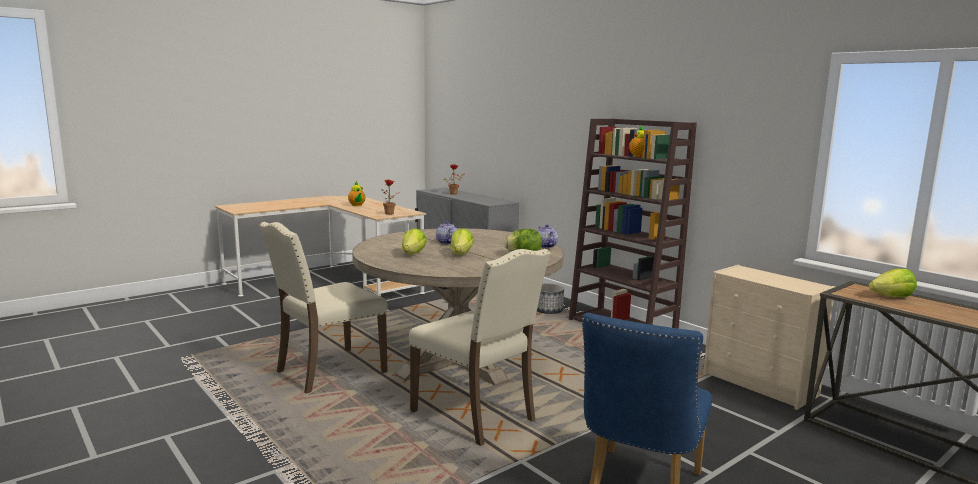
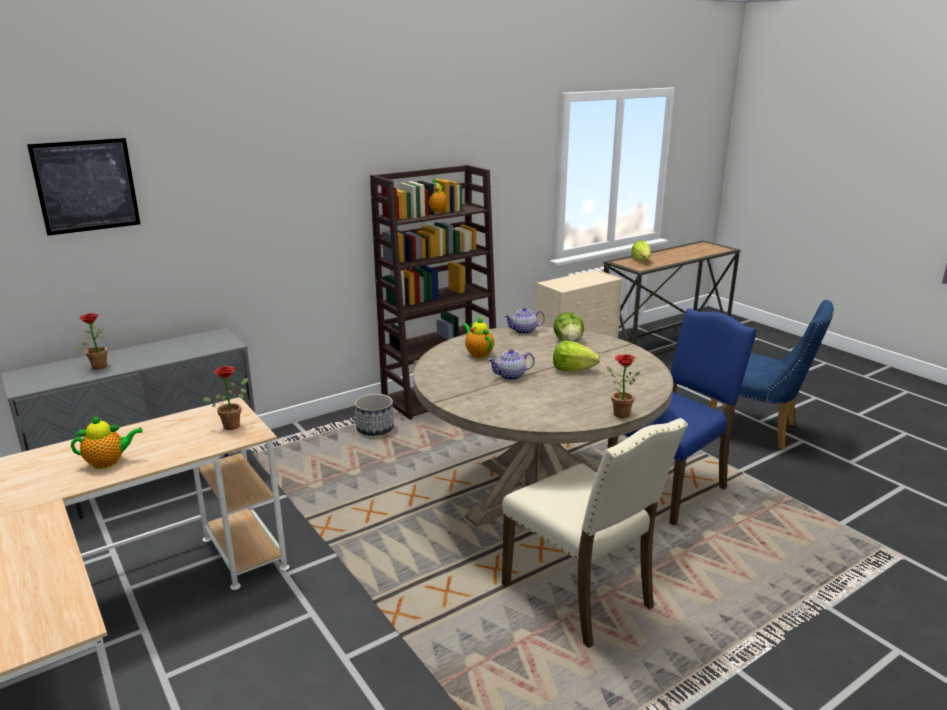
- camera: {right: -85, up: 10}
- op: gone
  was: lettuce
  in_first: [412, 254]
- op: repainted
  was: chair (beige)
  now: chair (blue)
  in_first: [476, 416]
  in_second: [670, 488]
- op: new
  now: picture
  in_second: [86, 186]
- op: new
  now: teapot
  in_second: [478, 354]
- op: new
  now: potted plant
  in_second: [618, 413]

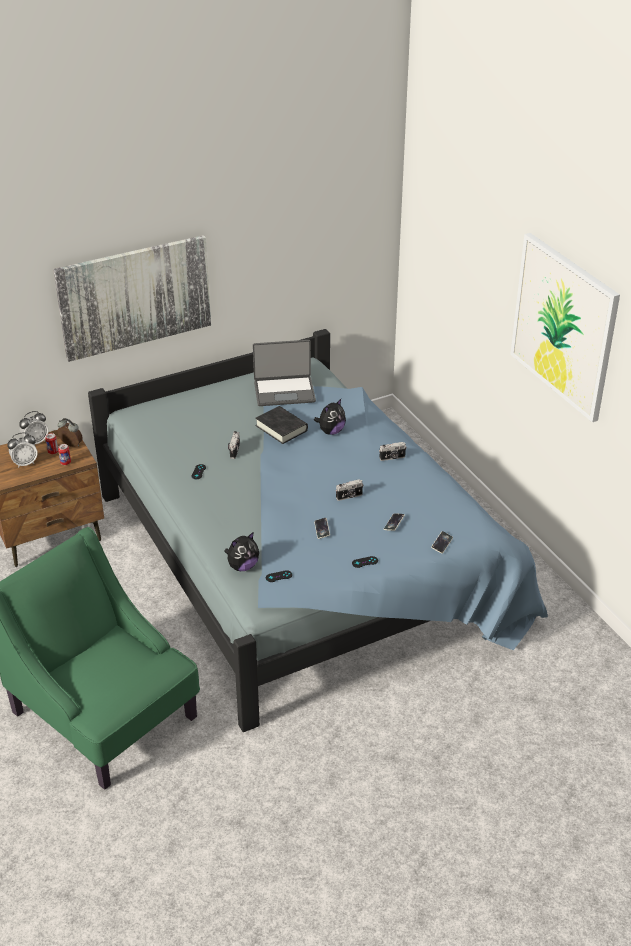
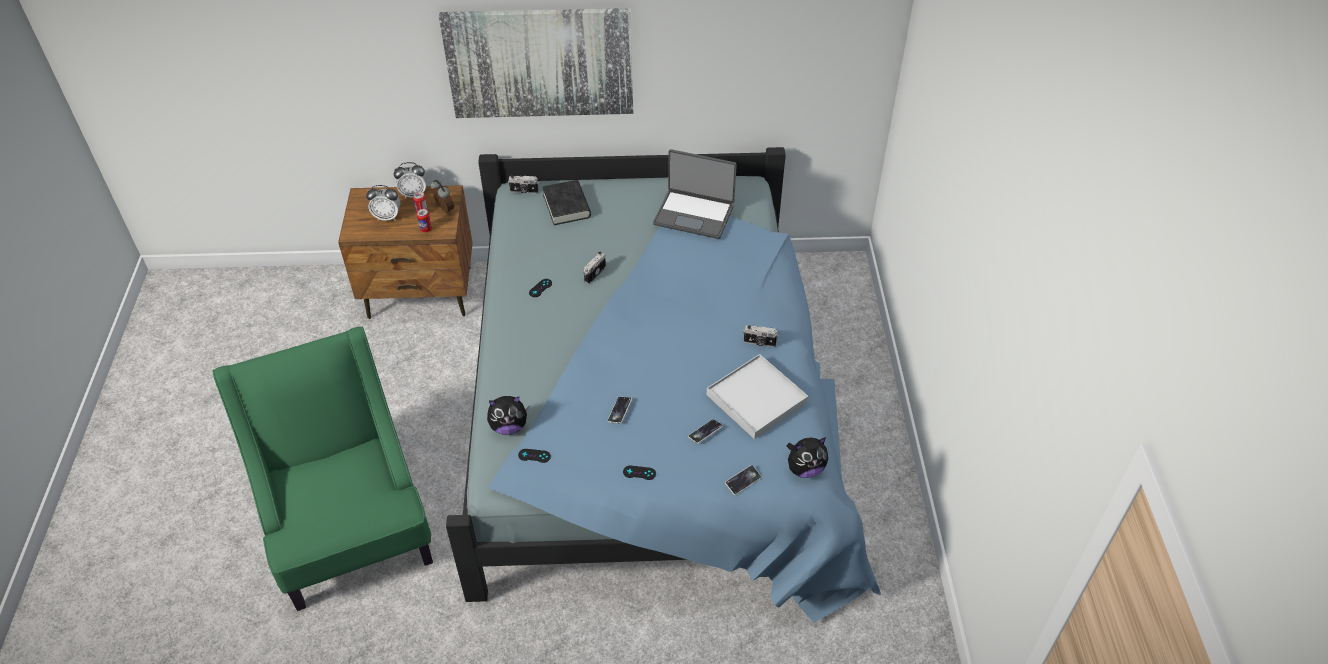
- camera: {right: 25, up: 10}
- op: shifted
  was: book (black)
  in_first: [281, 428]
  in_second: [566, 206]
- op: shifted
  was: plush toy
  in_first: [331, 431]
  in_second: [805, 469]
- op: shifted
  was: photo camera
  in_first: [349, 496]
  in_second: [524, 191]
- op: gone
  was: picture
  in_first: [563, 326]
- op: new
  now: tray (white)
  in_second: [756, 398]

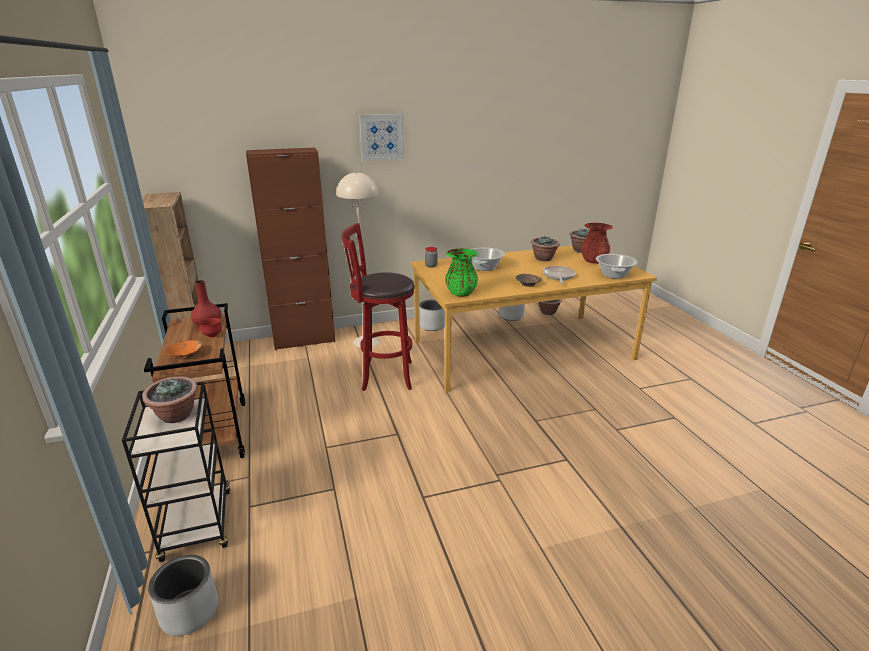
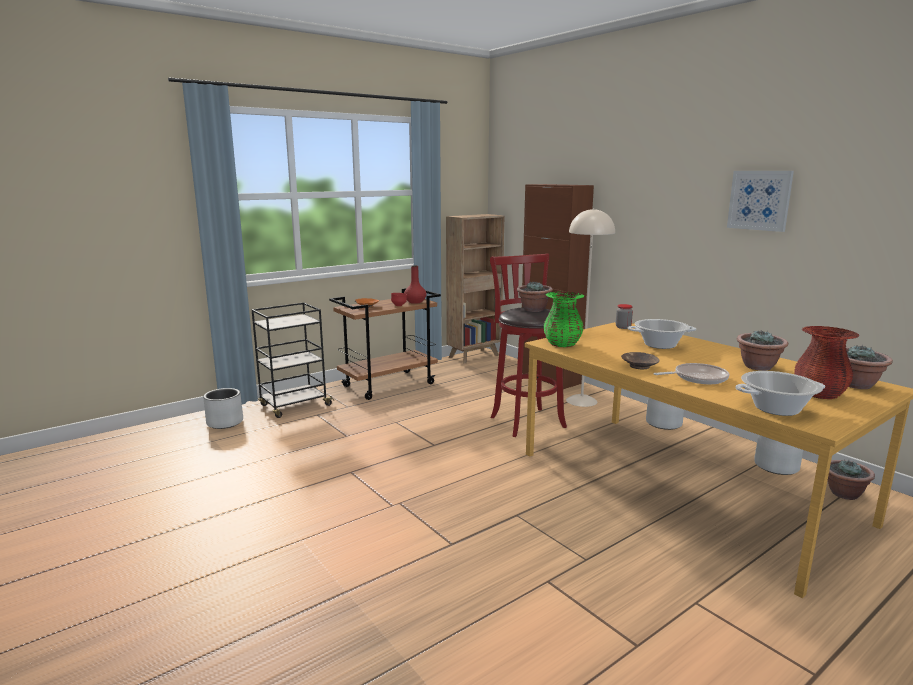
- camera: {right: 70, up: -10}
- op: shifted
  was: potted plant
  in_first: [176, 416]
  in_second: [534, 310]
- op: shifted
  was: picture
  in_first: [381, 137]
  in_second: [759, 200]

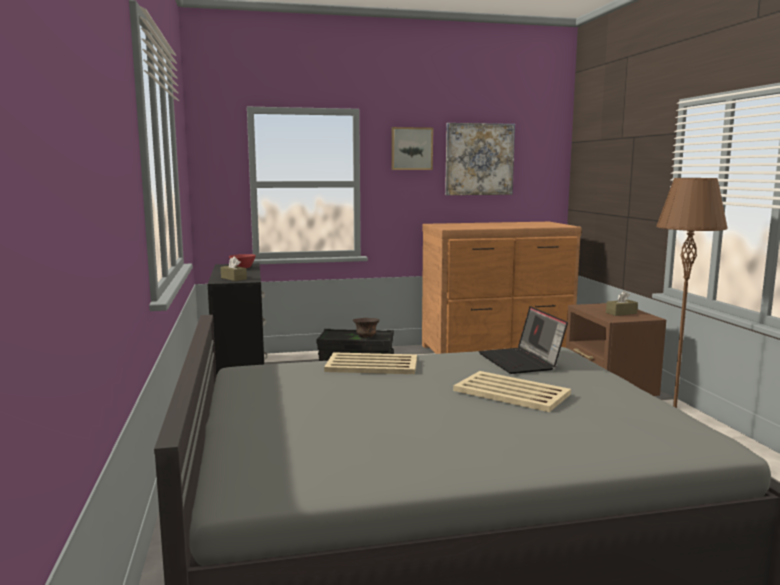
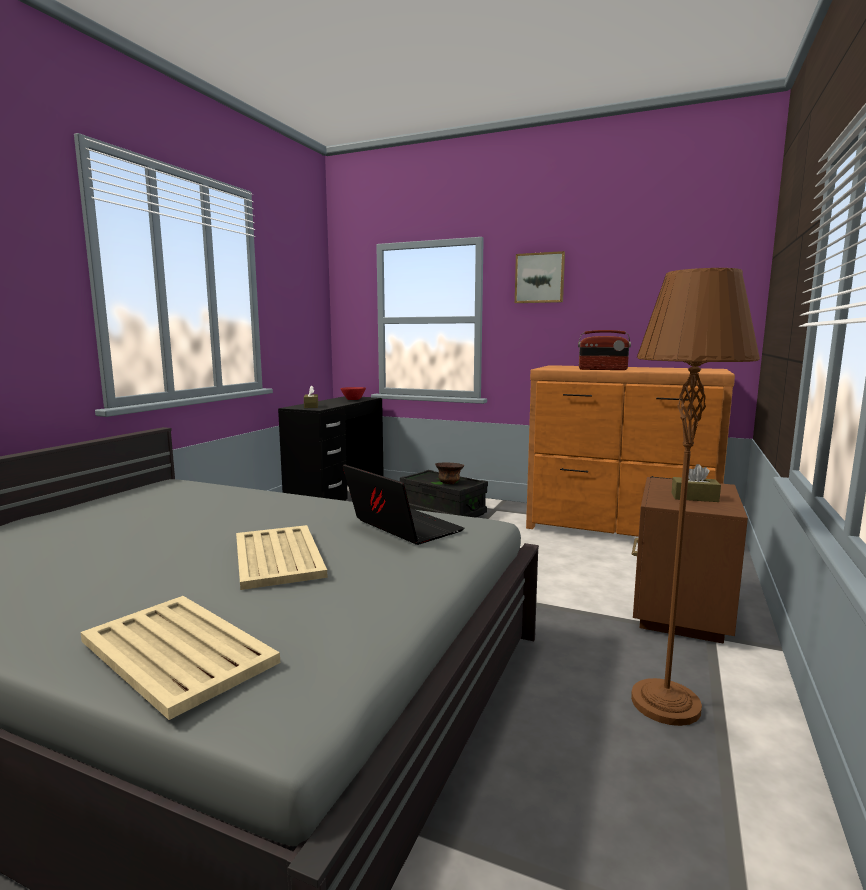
- camera: {right: 35, up: 0}
- op: shifted
  was: tray (beige)
  in_first: [371, 365]
  in_second: [177, 650]
- op: gone
  was: picture
  in_first: [479, 159]
- op: rotated
  was: laptop
  in_first: [521, 361]
  in_second: [401, 528]
  clockwise: 120
- op: new
  now: radio
  in_second: [602, 369]

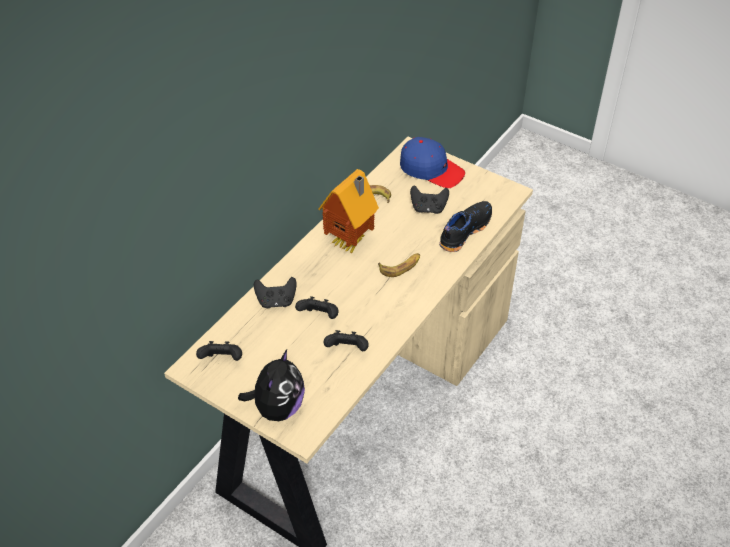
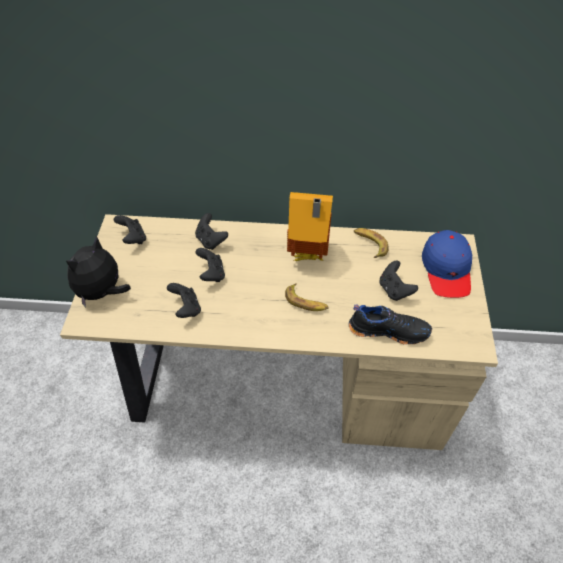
- camera: {right: 60, up: 5}
- op: rotated
  was: plush toy
  in_first: [277, 408]
  in_second: [102, 292]
  clockwise: 135

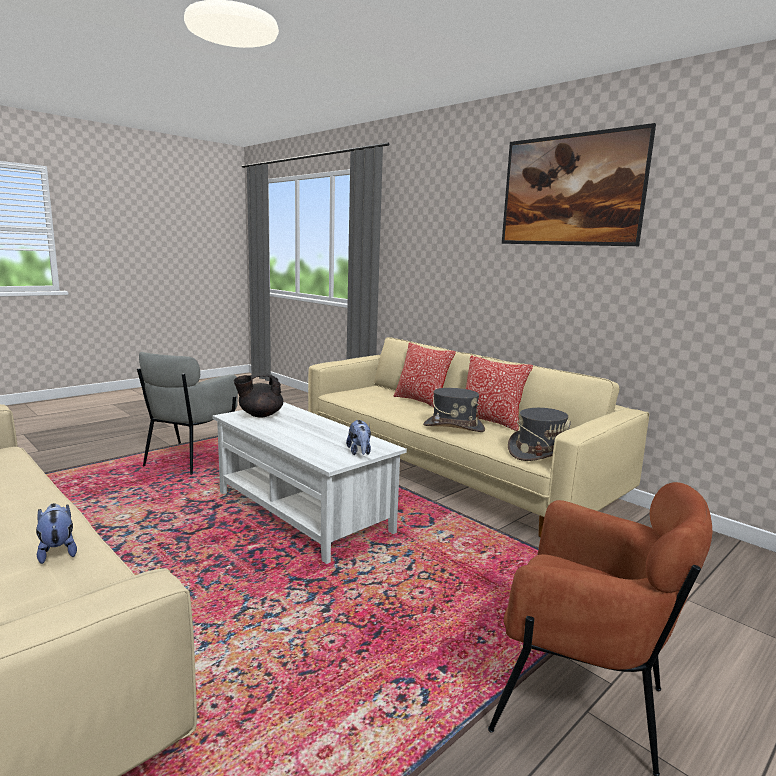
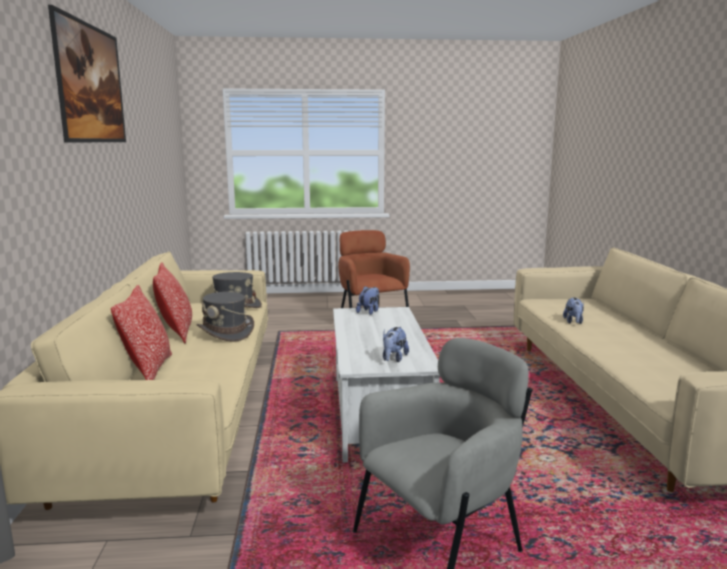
- camera: {right: -140, up: 0}
- op: swapped
  was: teapot (black)
  now: plush toy
  in_first: [260, 415]
  in_second: [393, 359]

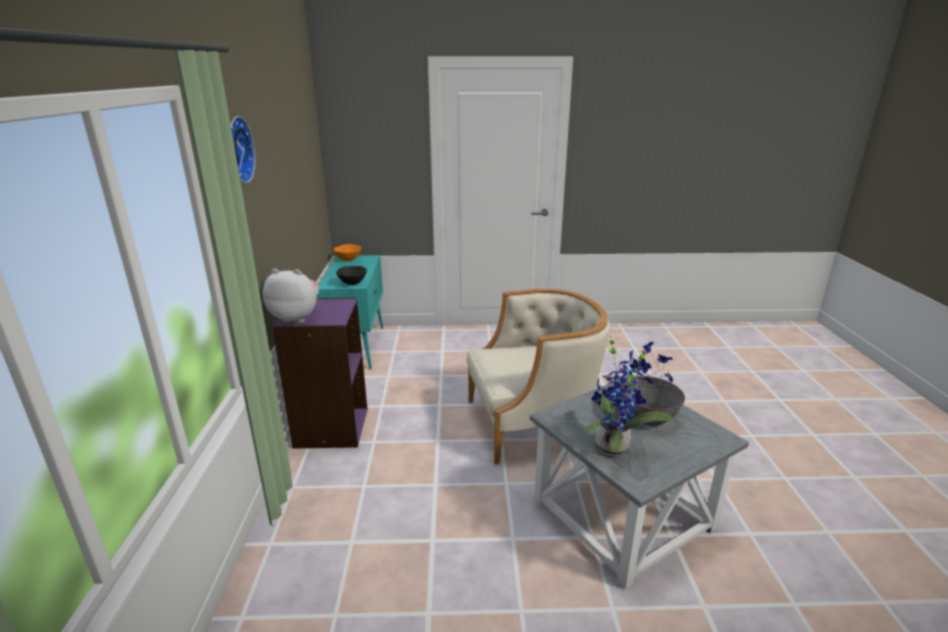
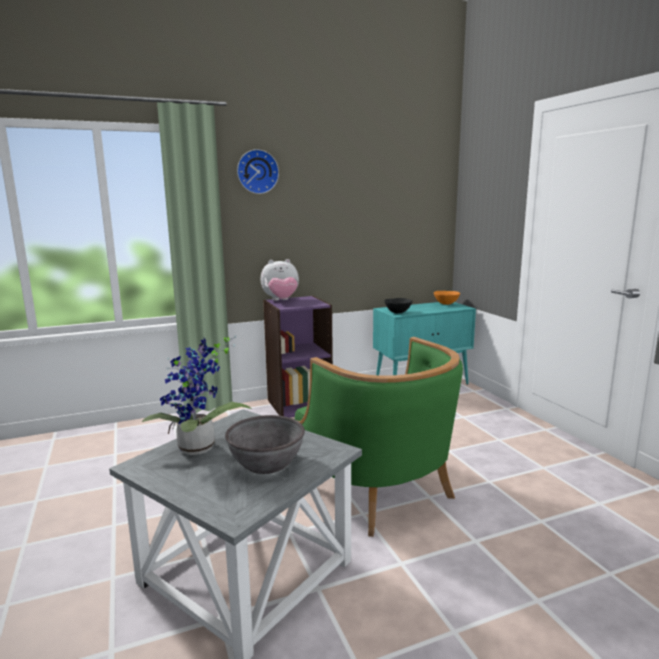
- camera: {right: 70, up: -10}
- op: rotated
  was: plush toy
  in_first: [296, 318]
  in_second: [281, 300]
  clockwise: 90
- op: repainted
  was: armchair (beige)
  now: armchair (green)
  in_first: [532, 422]
  in_second: [377, 488]

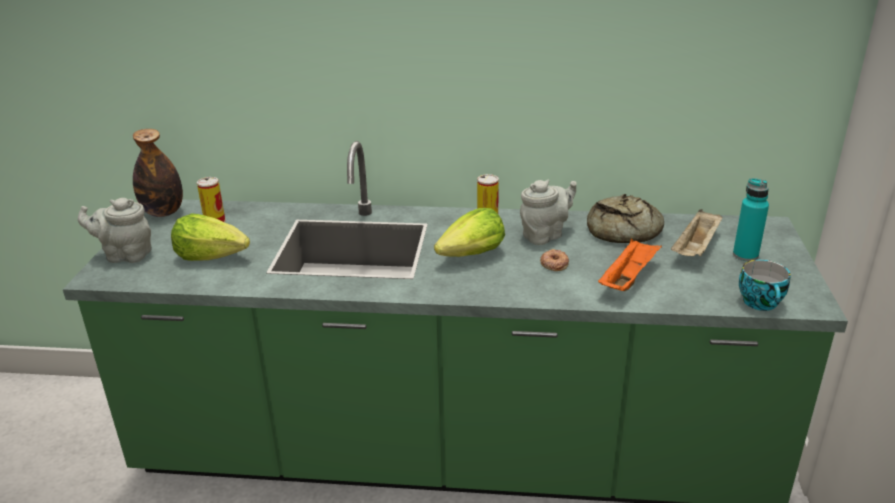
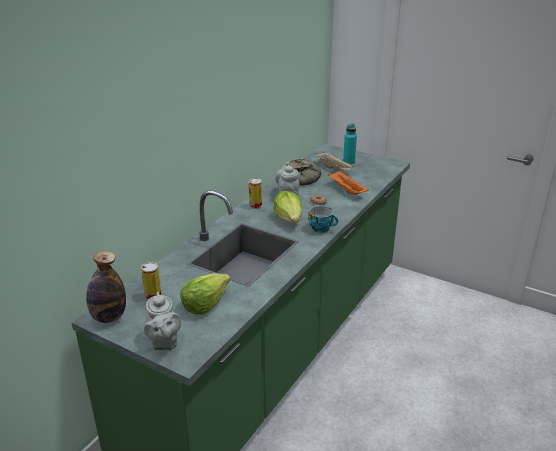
- camera: {right: -65, up: 0}
- op: rotated
  was: teapot (grey)
  in_first: [125, 255]
  in_second: [164, 342]
  clockwise: -45
- op: shifted
  was: cup
  in_first: [762, 303]
  in_second: [322, 228]

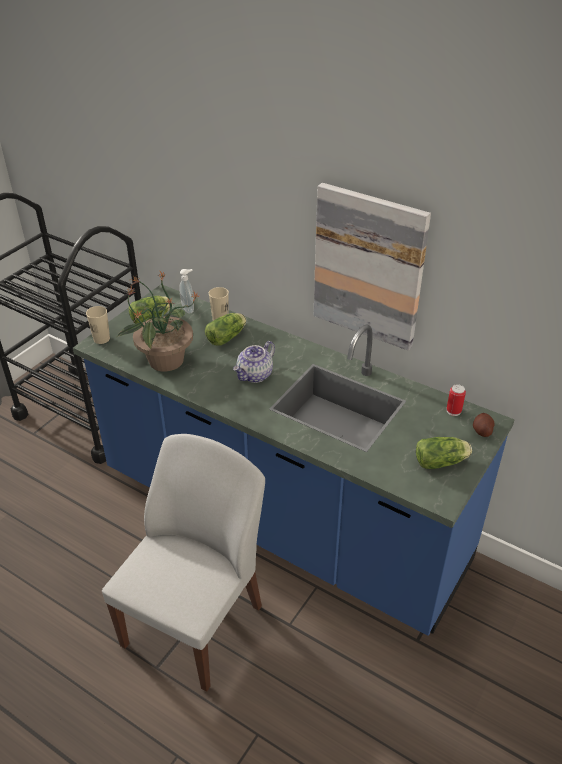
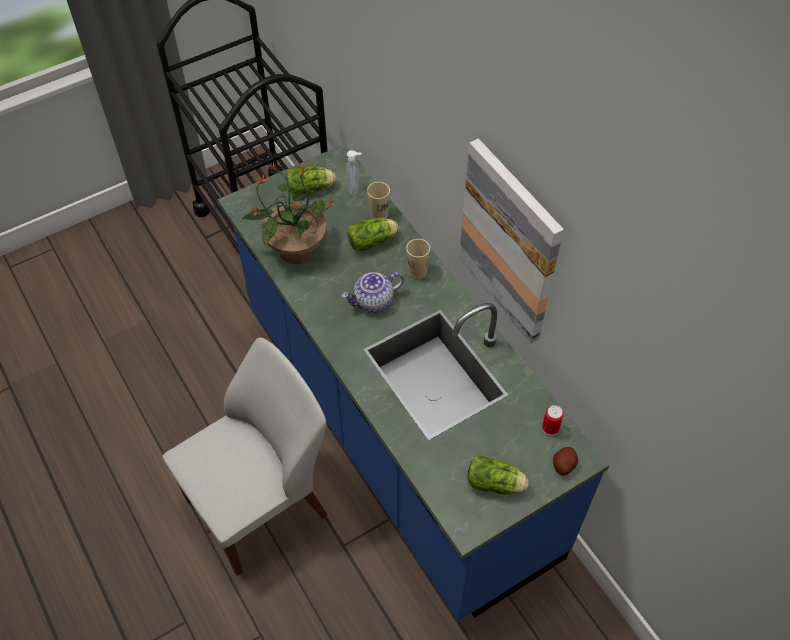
- camera: {right: 25, up: 15}
- op: shifted
  was: cup (beige)
  in_first: [101, 339]
  in_second: [417, 271]

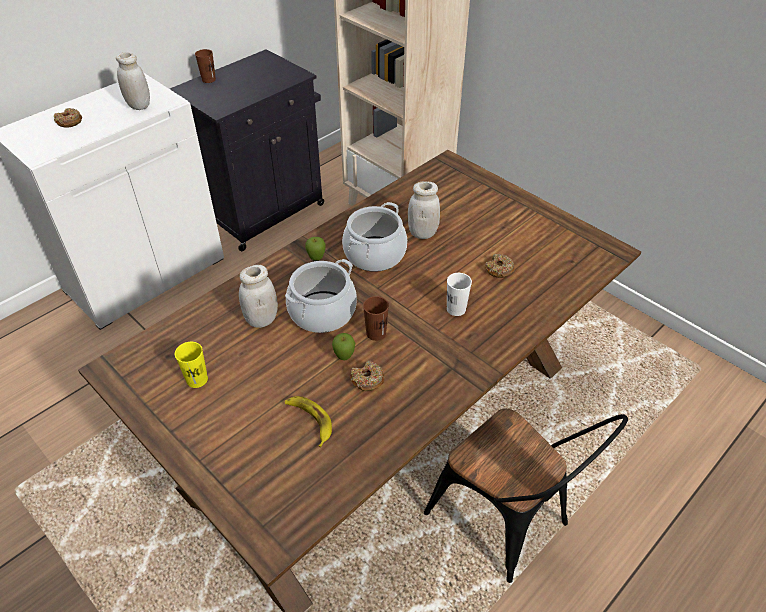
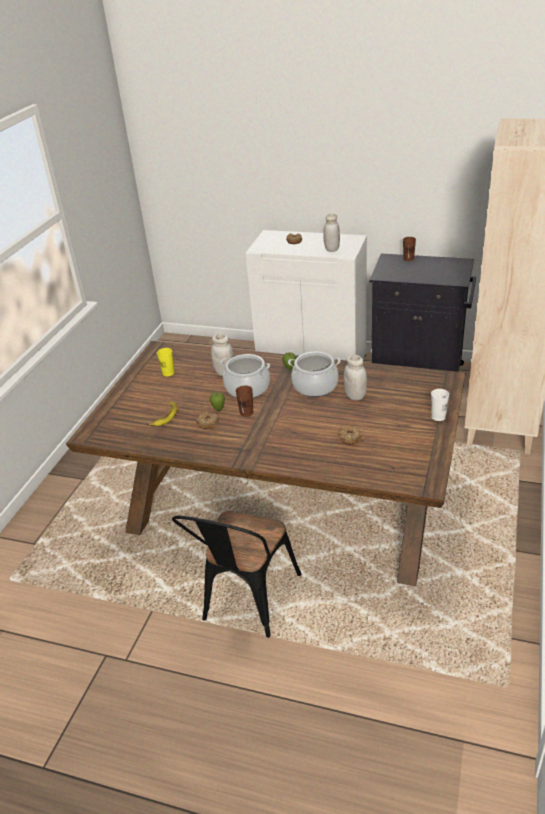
- camera: {right: 65, up: -10}
- op: shifted
  was: cup (white)
  in_first: [456, 309]
  in_second: [438, 417]

